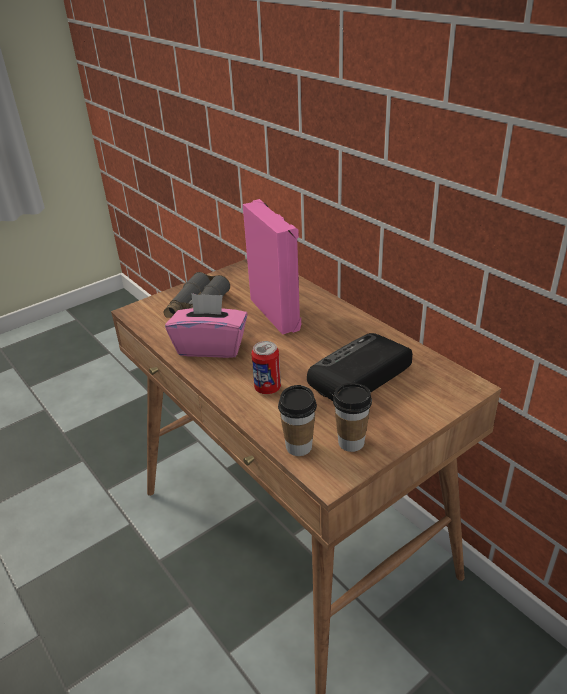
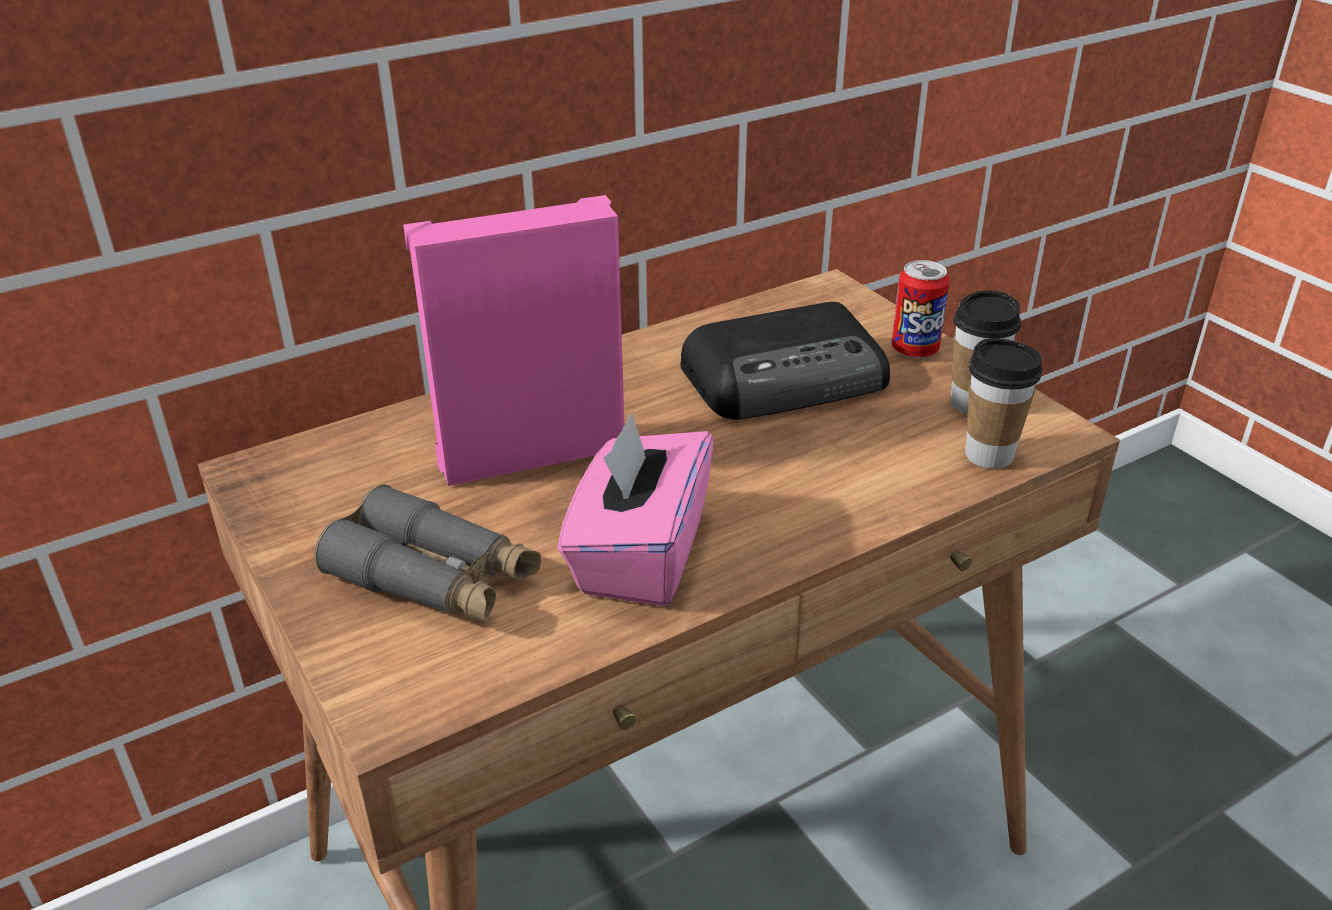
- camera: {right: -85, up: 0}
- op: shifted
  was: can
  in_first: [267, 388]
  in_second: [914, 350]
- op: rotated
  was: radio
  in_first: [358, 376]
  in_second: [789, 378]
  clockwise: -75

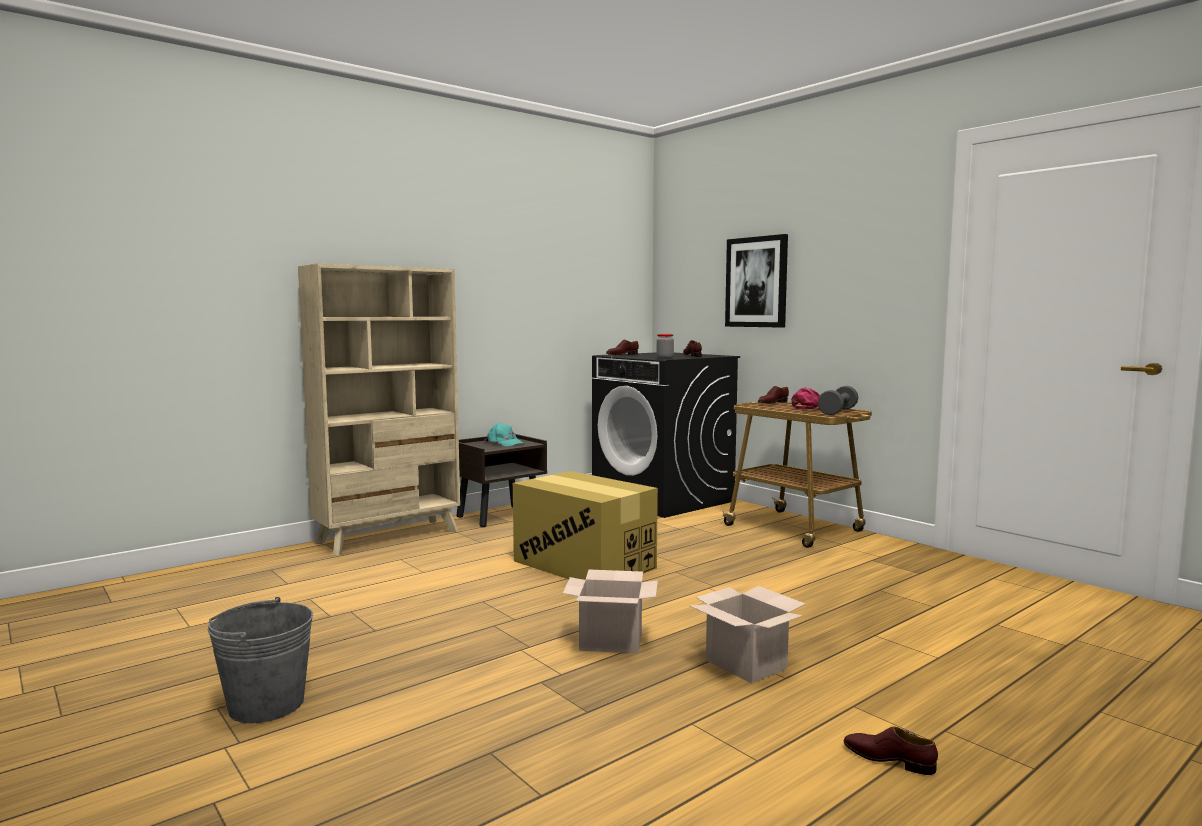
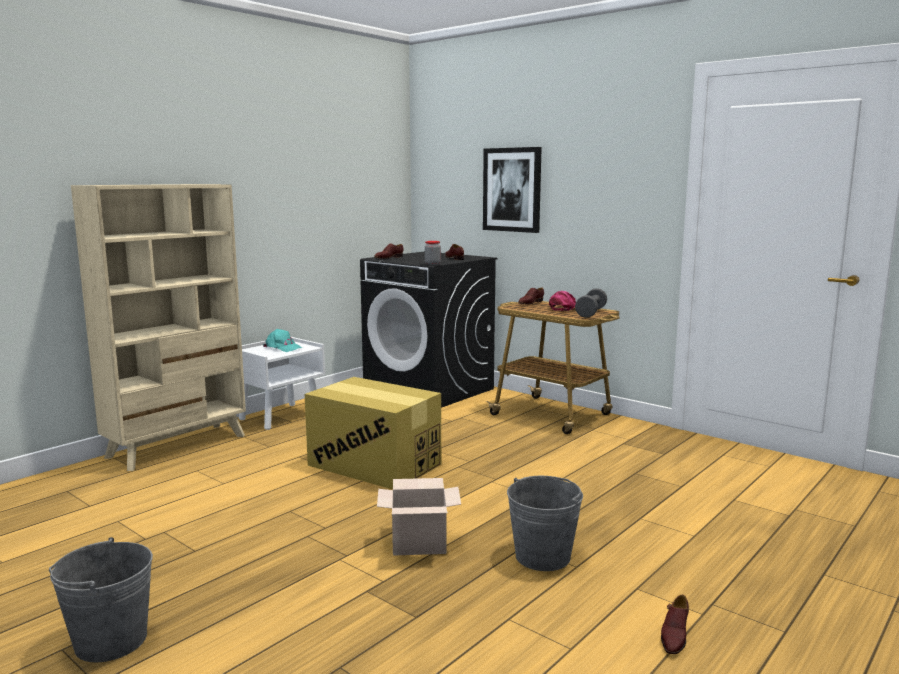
- camera: {right: -10, up: 5}
- op: repainted
  was: nightstand (brown)
  now: nightstand (white)
  in_first: [500, 516]
  in_second: [281, 416]
- op: swapped
  was: cardboard box
  now: bucket (grey)
  in_first: [748, 665]
  in_second: [543, 556]
- op: rotated
  was: shoe (brown)
  in_first: [888, 759]
  in_second: [674, 636]
  clockwise: -90

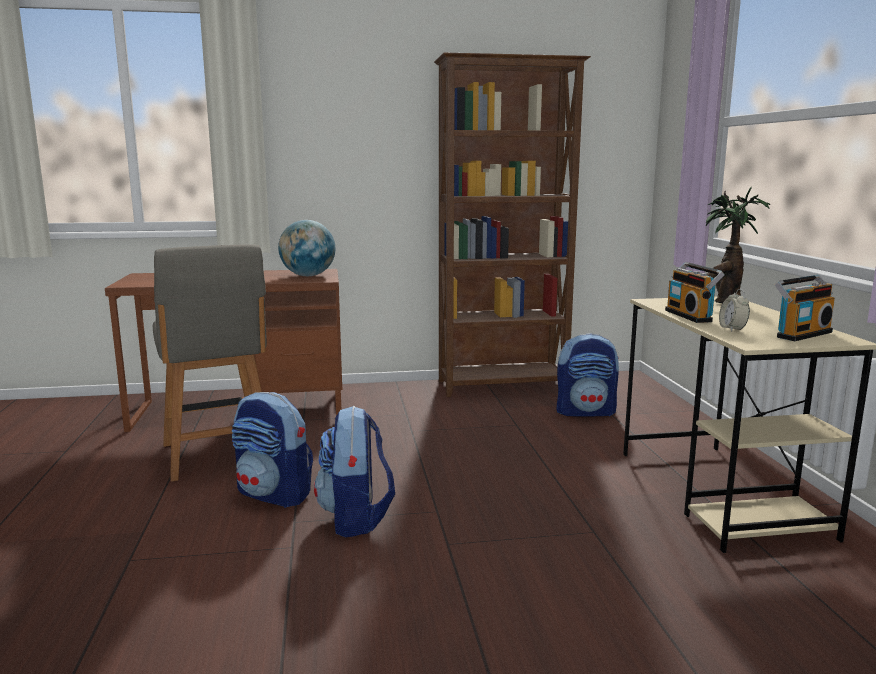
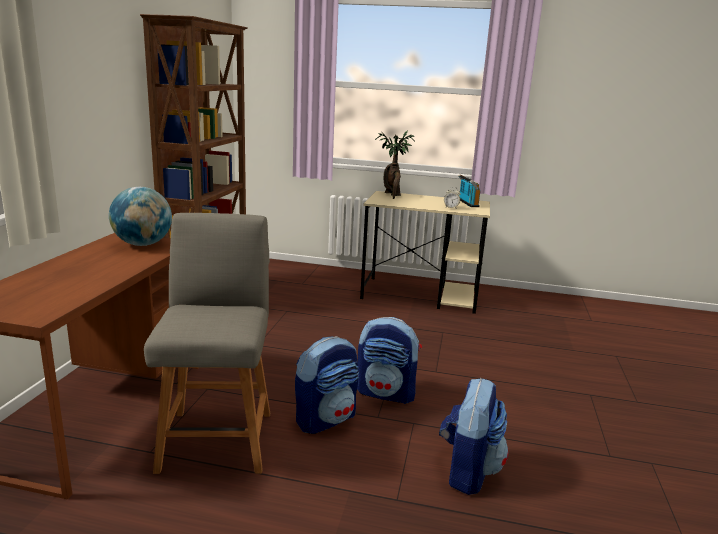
- camera: {right: -70, up: 5}
- op: rotated
  was: chair (grey)
  in_first: [218, 455]
  in_second: [217, 437]
  clockwise: -90
- op: shifted
  was: backpack
  in_first: [585, 412]
  in_second: [467, 471]
- op: gone
  was: radio
  in_first: [690, 316]

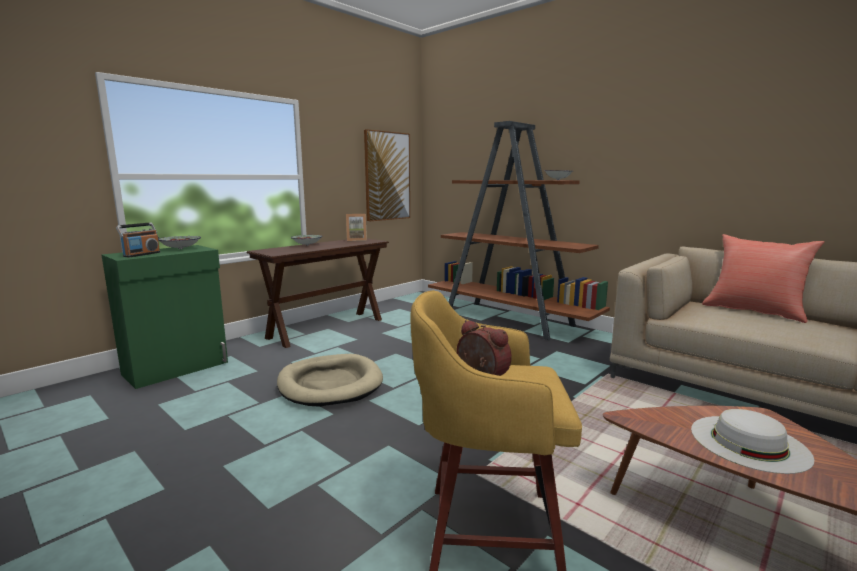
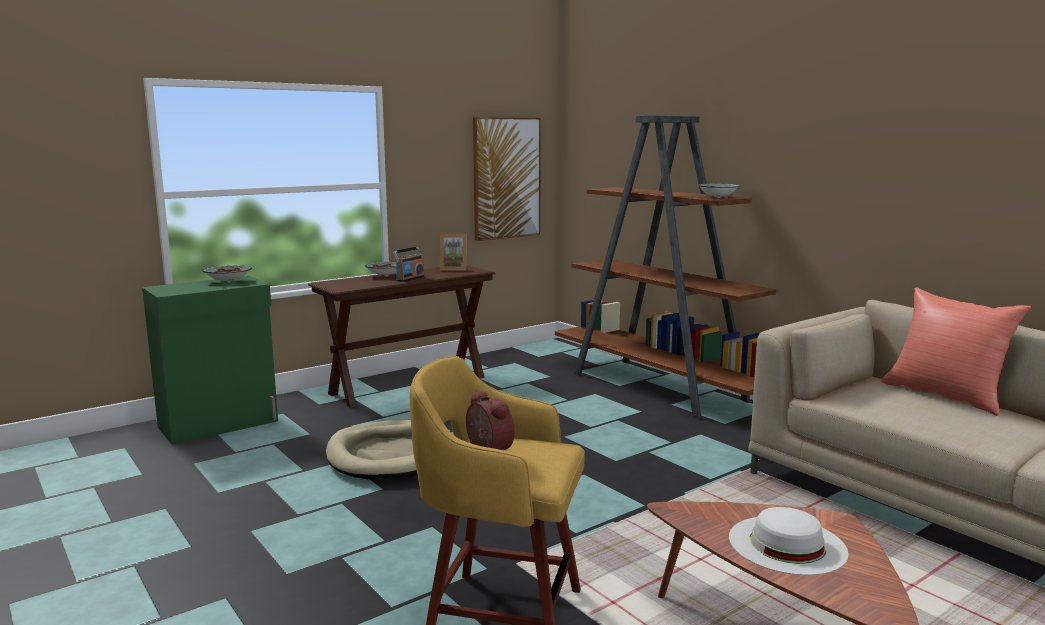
- camera: {right: 10, up: 0}
- op: shifted
  was: radio
  in_first: [142, 254]
  in_second: [410, 278]

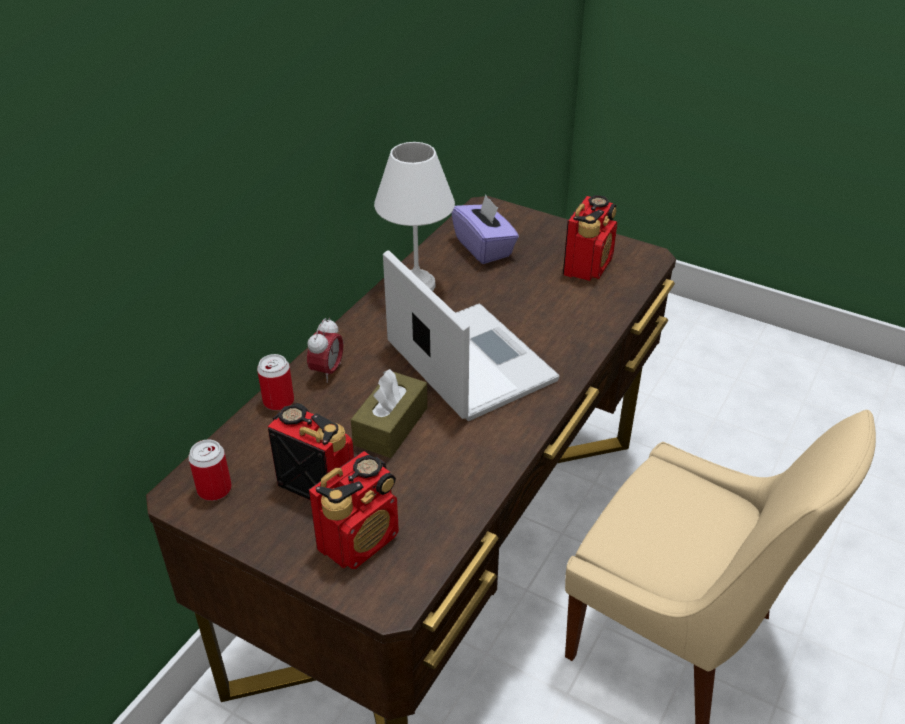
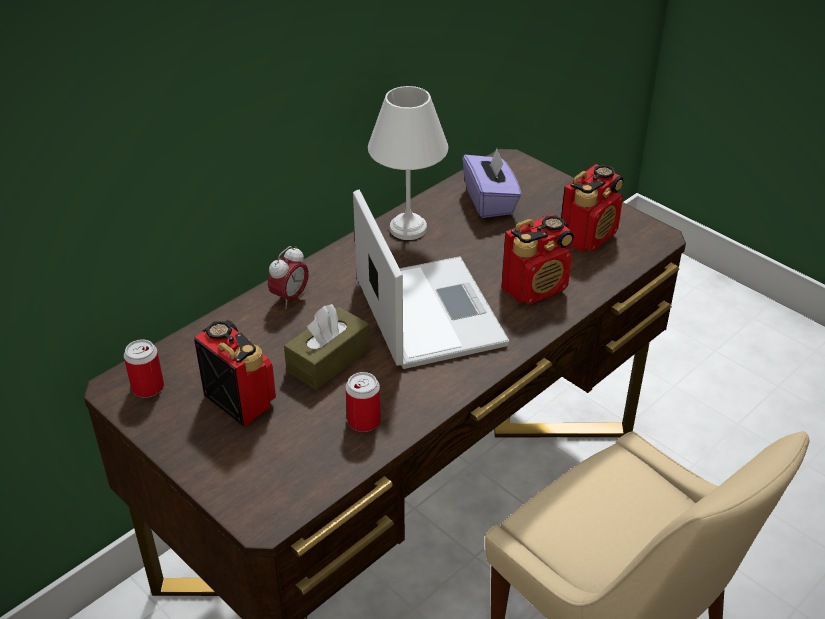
- camera: {right: 15, up: 0}
- op: shifted
  was: can
  in_first: [278, 401]
  in_second: [364, 421]
- op: shifted
  was: radio
  in_first: [359, 540]
  in_second: [535, 288]

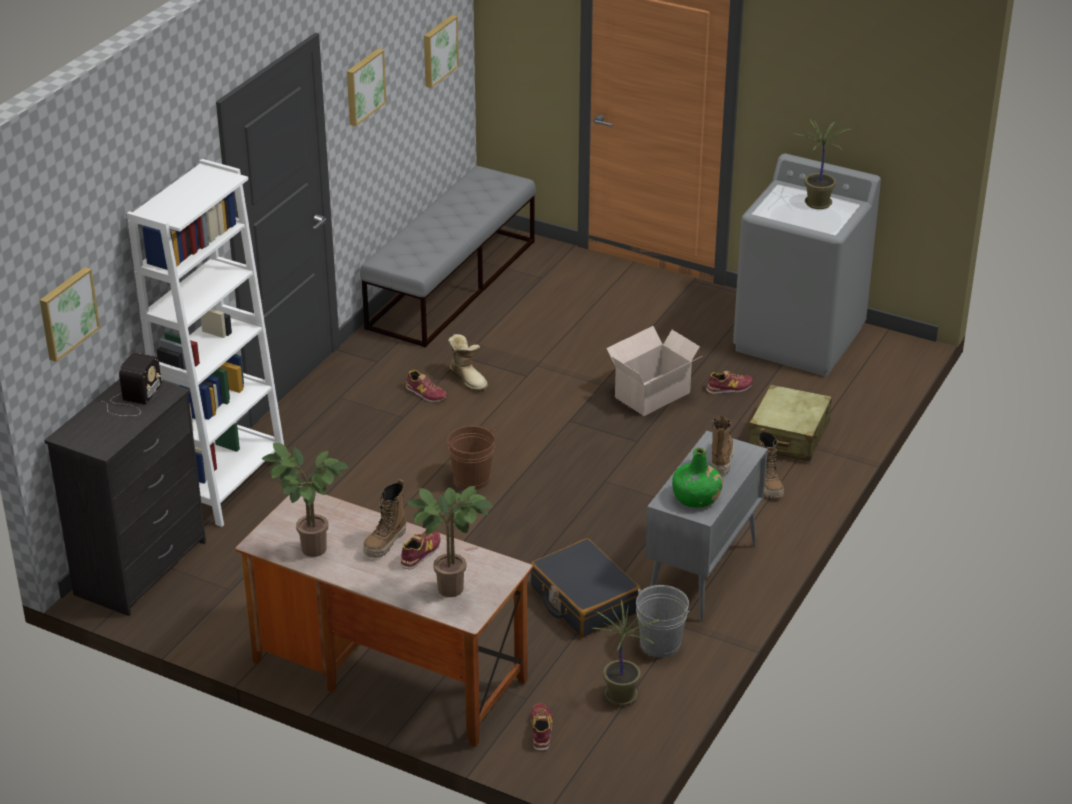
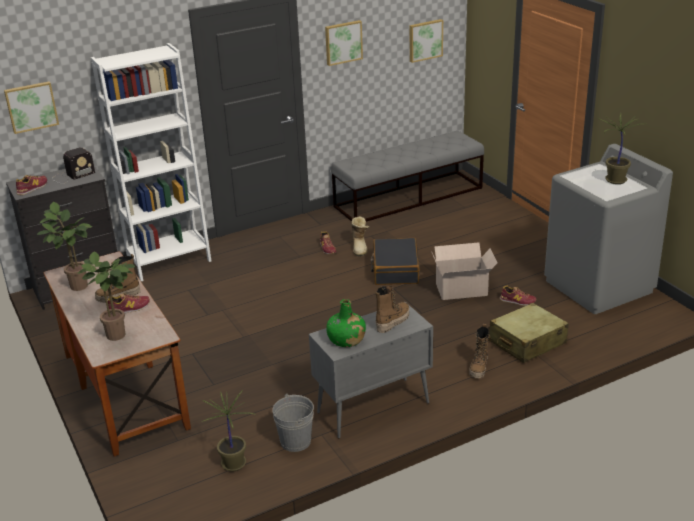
- camera: {right: 35, up: -5}
- op: gone
  was: bucket (brown)
  in_first: [471, 479]
- op: shifted
  was: suitcase (black)
  in_first: [584, 600]
  in_second: [395, 270]
- op: shifted
  was: shoe
  in_first: [541, 730]
  in_second: [32, 188]

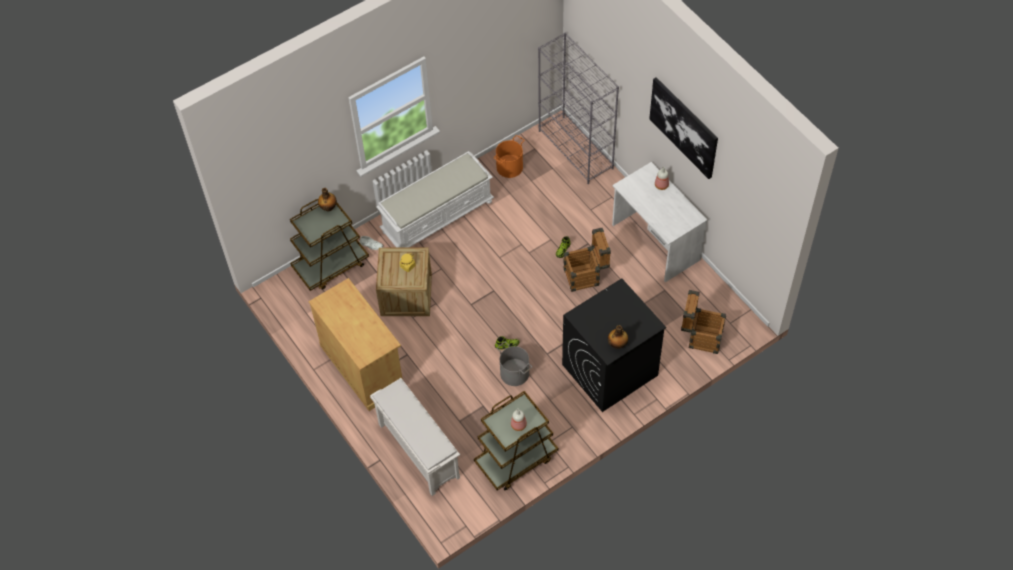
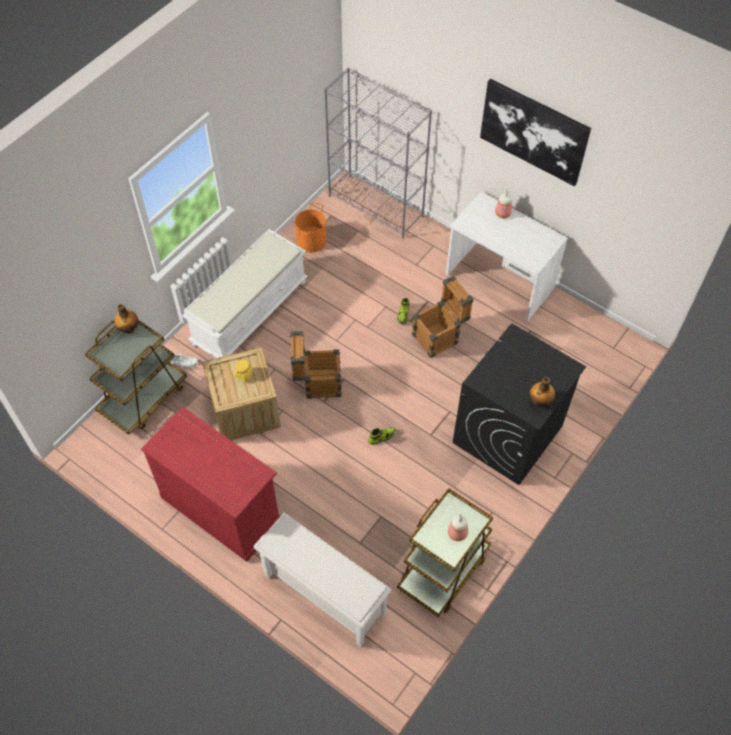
- camera: {right: -20, up: 0}
- op: repainted
  was: cabinet (beige)
  now: cabinet (red)
  in_first: [363, 366]
  in_second: [221, 508]
- op: gone
  was: bucket (grey)
  in_first: [514, 373]
- op: shifted
  was: crate
  in_first: [700, 337]
  in_second: [317, 383]

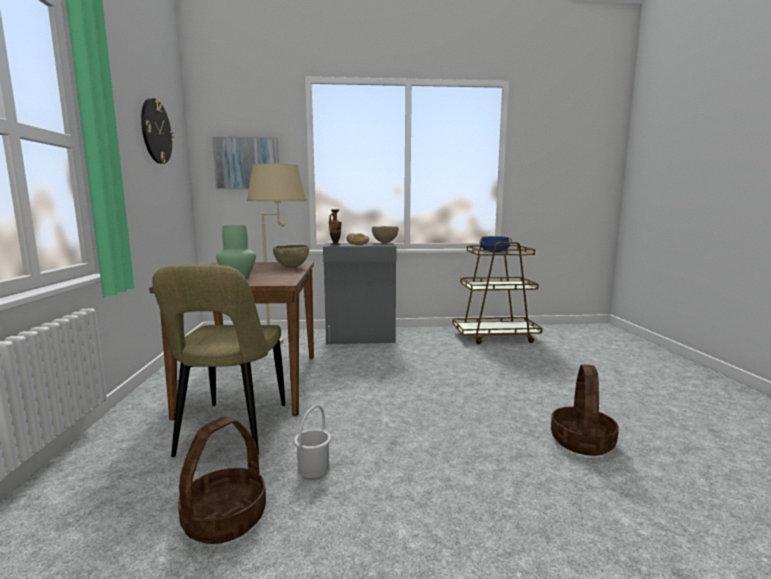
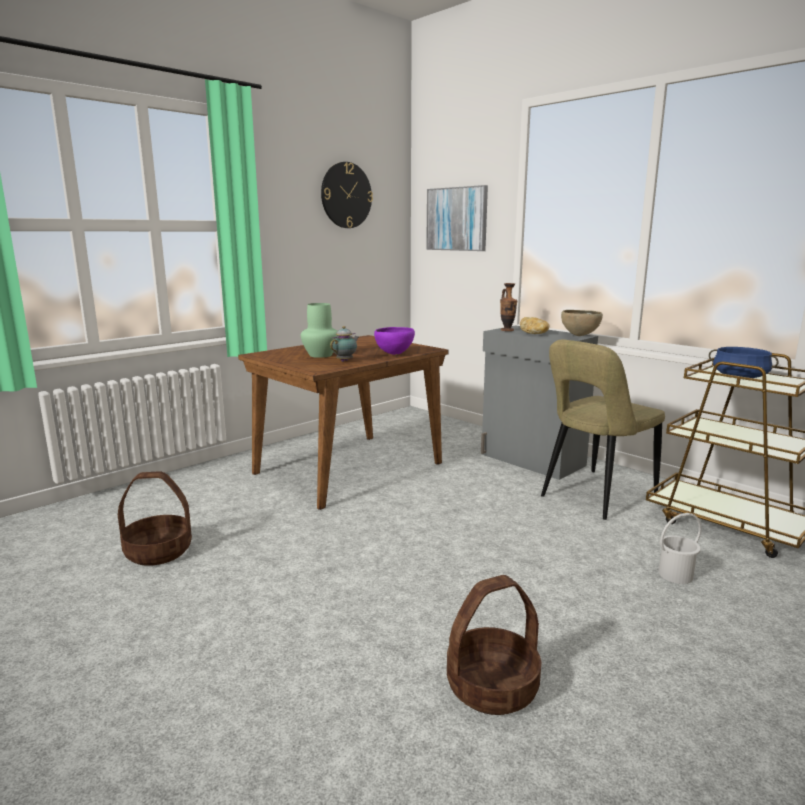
- camera: {right: 50, up: 5}
- op: shifted
  was: chair (beige)
  in_first: [231, 432]
  in_second: [595, 496]
- op: gone
  was: floor lamp (beige)
  in_first: [284, 343]
- op: repainted
  was: bowl (brown)
  now: bowl (purple)
  in_first: [292, 267]
  in_second: [394, 354]
- op: shifted
  was: bucket (white)
  in_first: [313, 468]
  in_second: [674, 574]
- op: new
  now: teapot
  in_second: [345, 361]

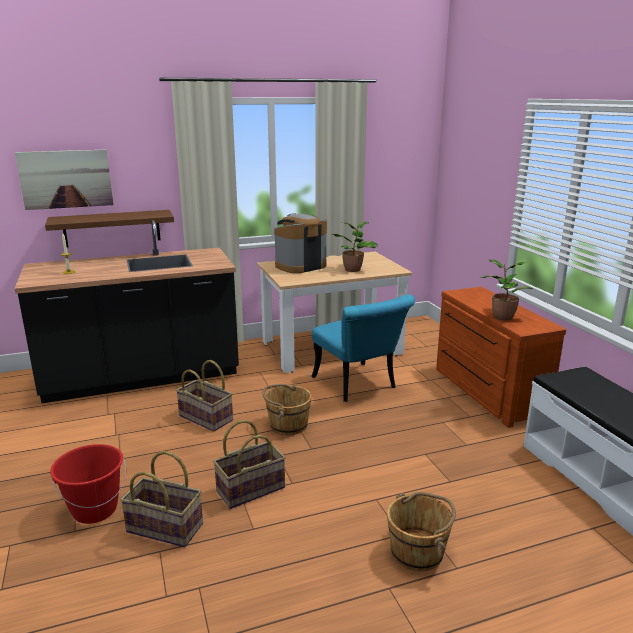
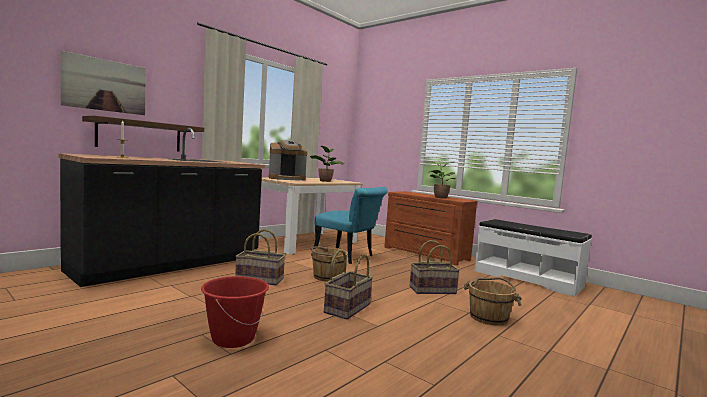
- camera: {right: -30, up: -15}
- op: shifted
  was: basket
  in_first: [166, 527]
  in_second: [432, 290]
- op: rotated
  was: coffee machine
  in_first: [300, 266]
  in_second: [287, 179]
  clockwise: -135

